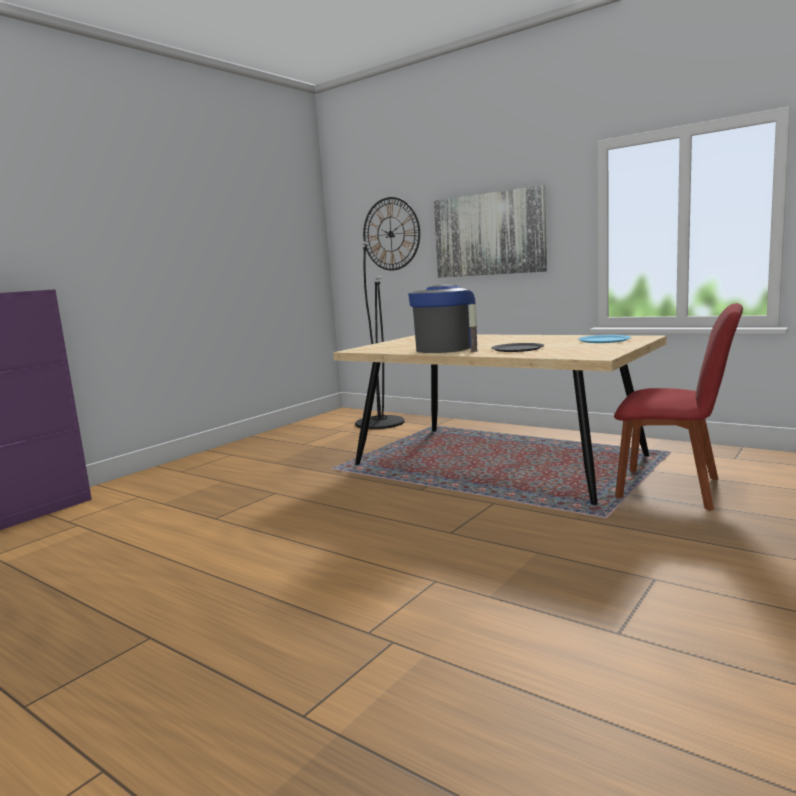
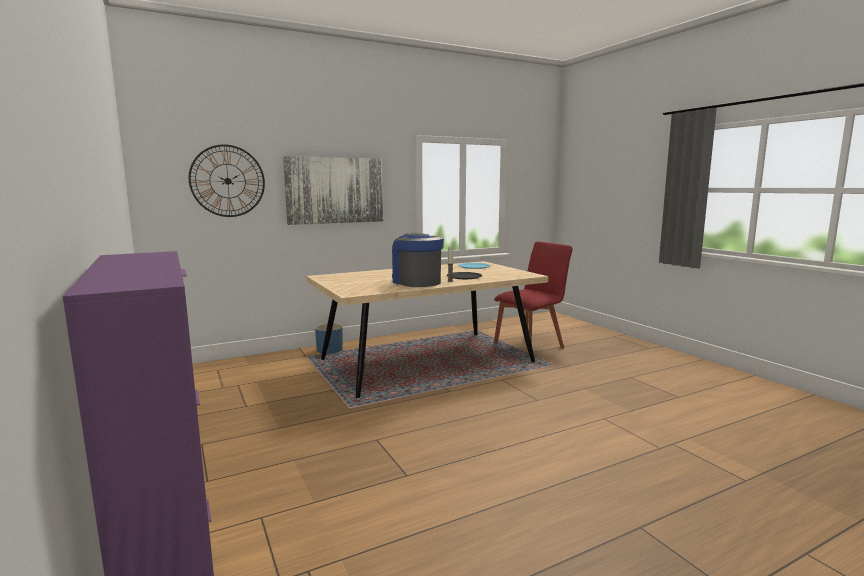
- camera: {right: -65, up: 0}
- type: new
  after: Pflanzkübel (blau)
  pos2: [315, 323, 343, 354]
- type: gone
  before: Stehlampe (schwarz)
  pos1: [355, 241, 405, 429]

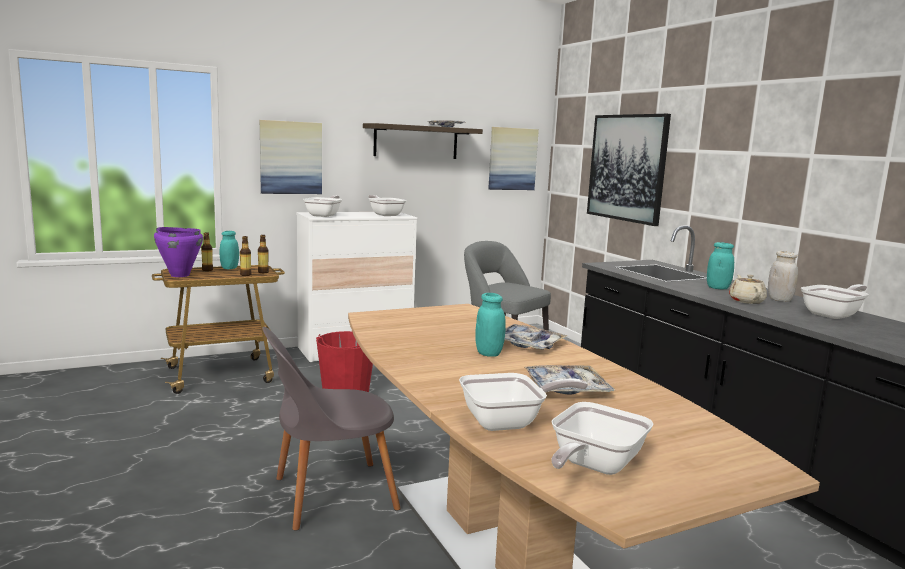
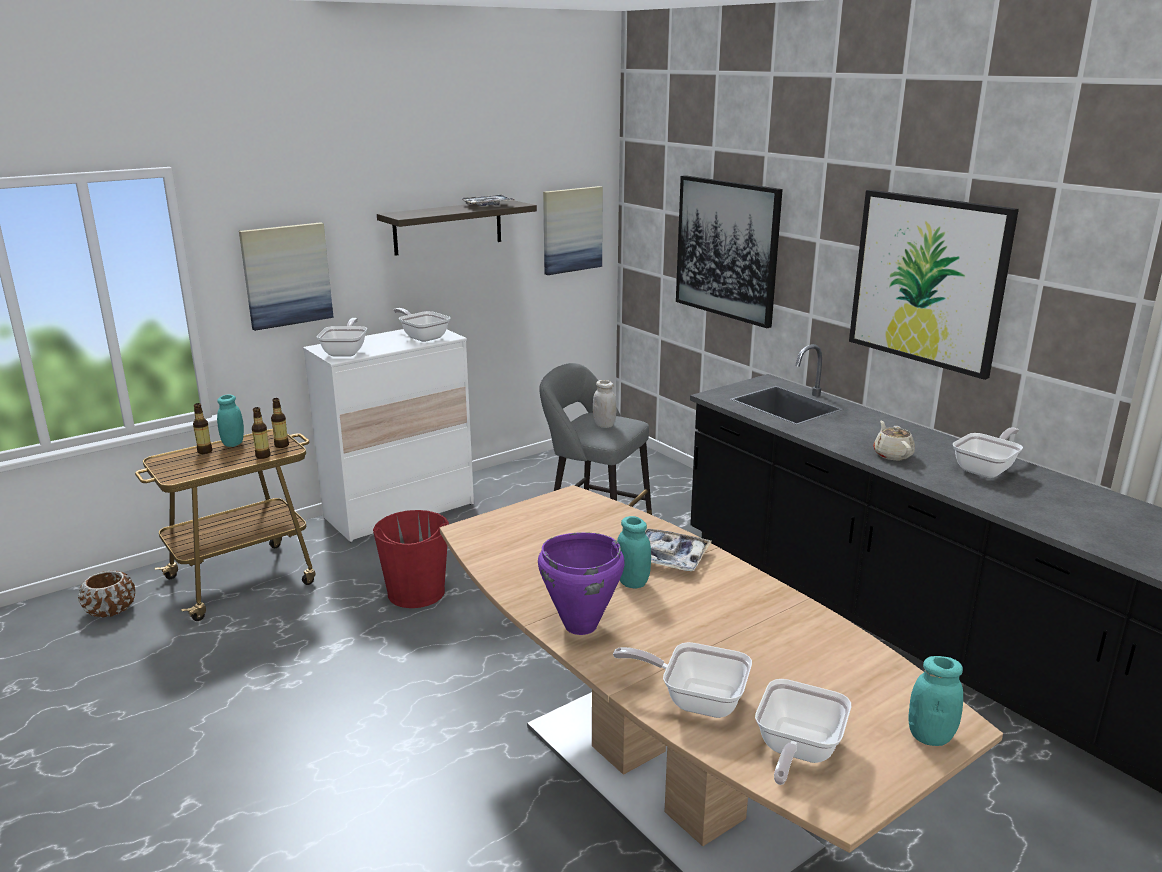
- camera: {right: -10, up: 10}
- type: new
  after: Pflanzkübel (braun)
  pos2: [78, 571, 135, 618]
- type: shifted
  before: Kochtopf (lila)
  pos1: [154, 227, 203, 277]
  pos2: [538, 532, 625, 635]
- type: shifted
  before: Vorratsglas (weiß)
  pos1: [768, 251, 798, 302]
  pos2: [593, 380, 617, 428]
- type: rotated
  before: Pfanne
  pos1: [459, 373, 588, 431]
  pos2: [613, 642, 752, 718]
  turn: -135
- type: new
  after: Bild
  pos2: [849, 190, 1019, 380]
- type: shifted
  before: Vorratsglas (türkis)
  pos1: [707, 242, 734, 289]
  pos2: [908, 656, 963, 746]
- type: gone
  before: Stuhl (grau)
  pos1: [262, 327, 401, 531]
- type: gone
  before: Tablett
  pos1: [524, 365, 615, 394]

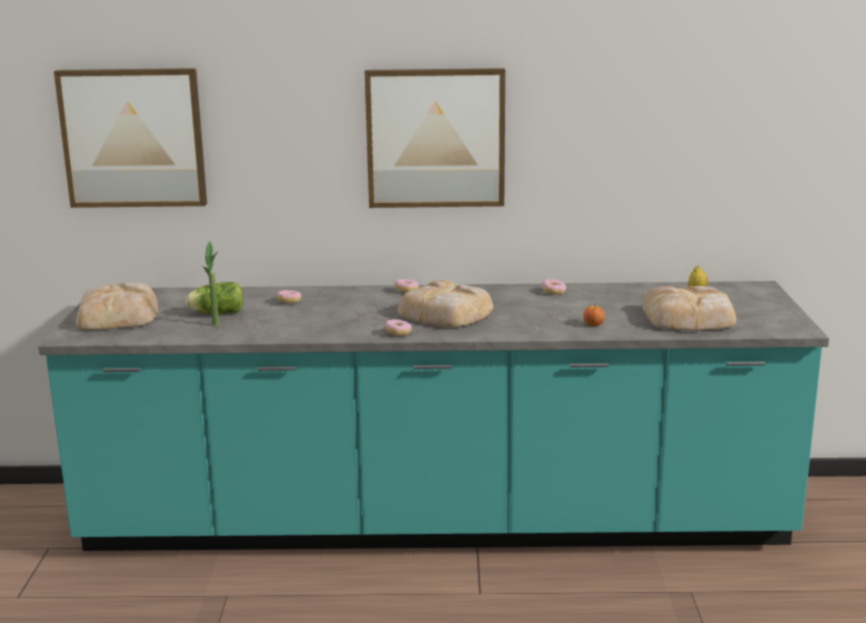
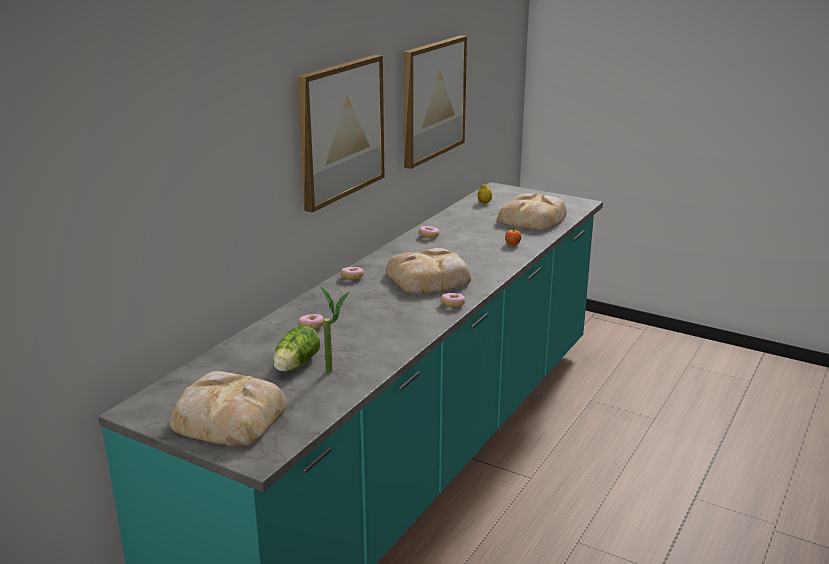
- camera: {right: -60, up: 5}
- type: shifted
  before: Bild
  pos1: [54, 68, 207, 208]
  pos2: [403, 35, 467, 169]

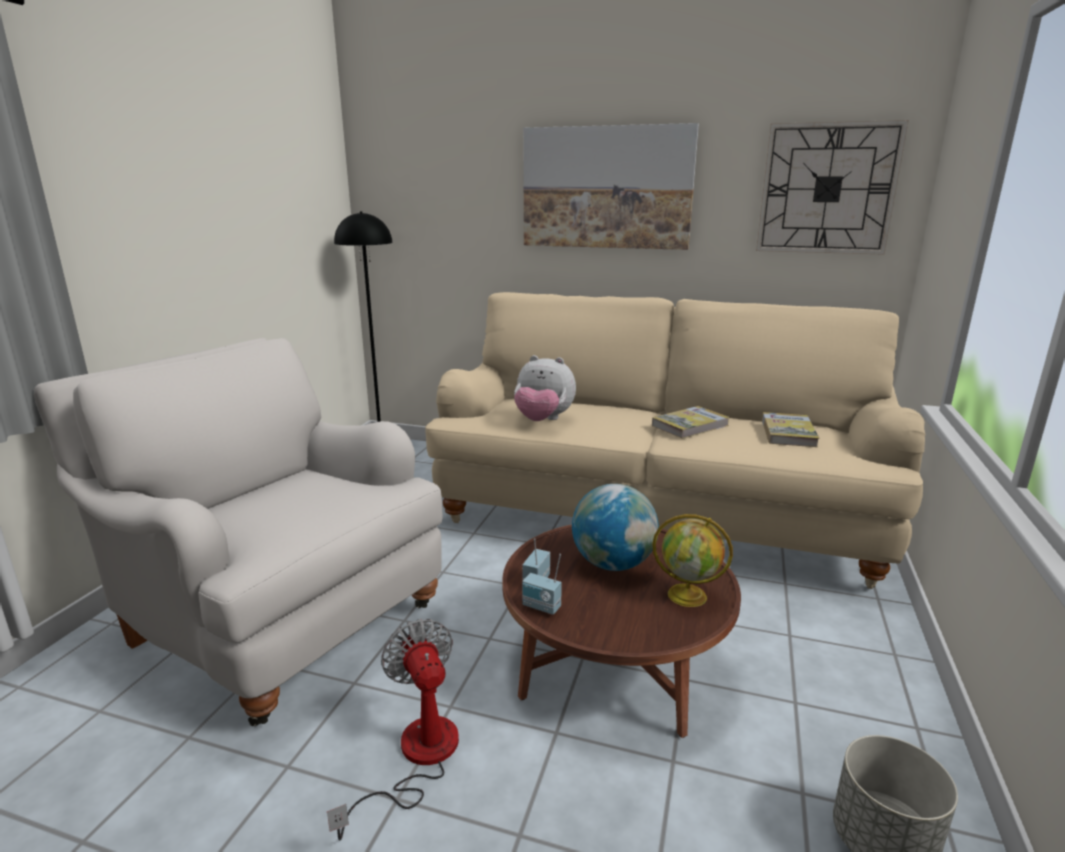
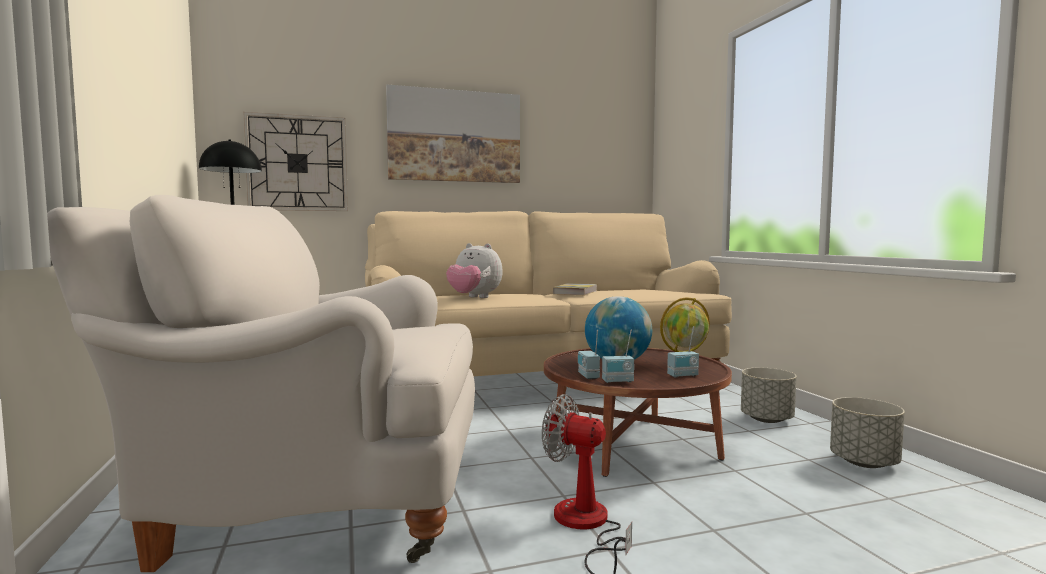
- camera: {right: -35, up: -15}
- type: shifted
  before: Wanduhr
  pos1: [756, 120, 909, 255]
  pos2: [244, 112, 348, 211]
- type: rotated
  before: Plüschtier
  pos1: [514, 355, 576, 421]
  pos2: [446, 243, 502, 298]
  turn: 45
- type: new
  after: Radio
  pos2: [667, 326, 699, 377]
- type: new
  after: Pflanzkübel (grau)
  pos2: [741, 368, 796, 423]
- type: gone
  before: Buch
  pos1: [762, 412, 819, 447]

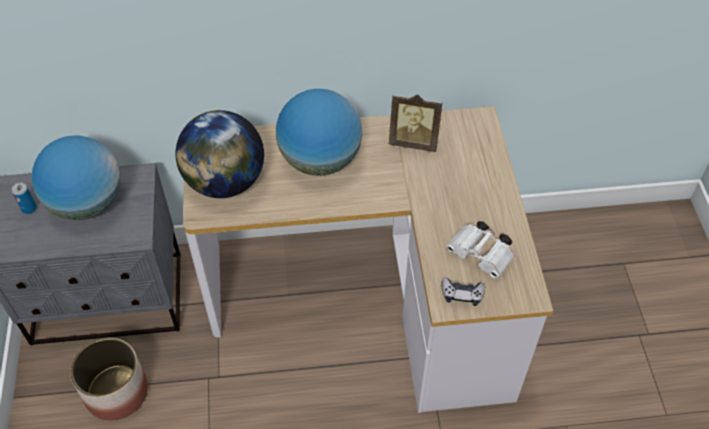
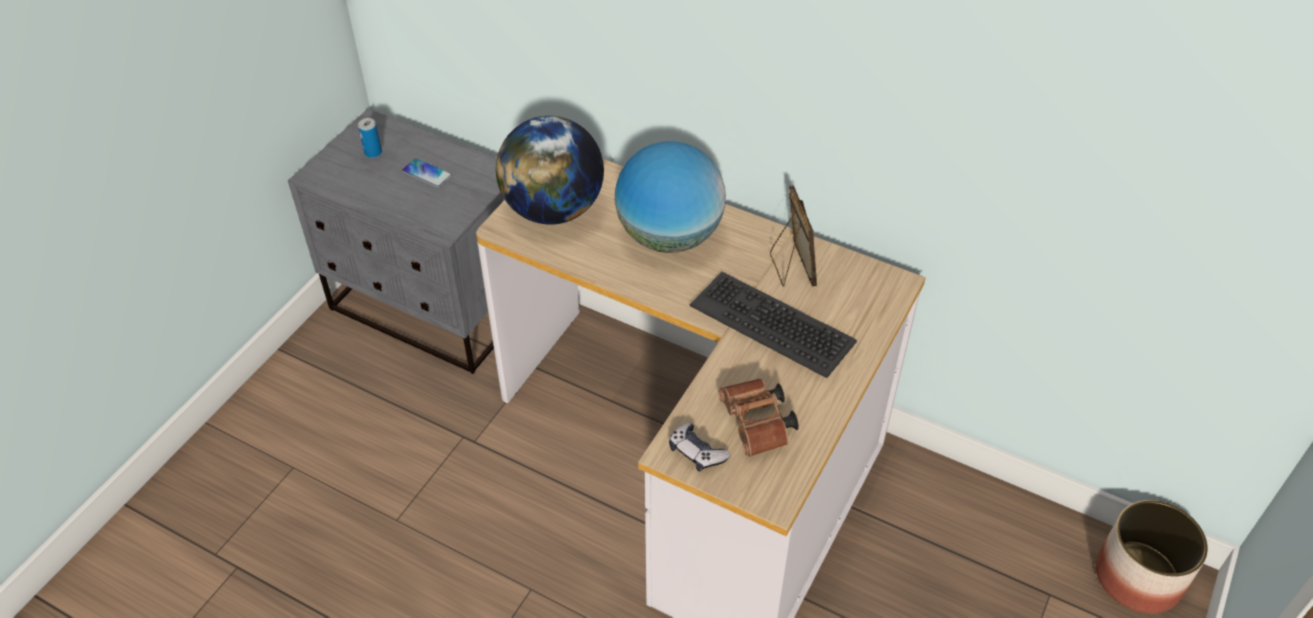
- camera: {right: 35, up: -5}
- type: swapped
  before: Globus
  after: Handy
  pos1: [32, 135, 120, 220]
  pos2: [402, 158, 452, 188]
- type: new
  after: Tastatur
  pos2: [690, 272, 857, 378]
- type: repainted
  before: Fernglas (weiß)
  after: Fernglas (braun)
  pos1: [446, 221, 515, 279]
  pos2: [718, 379, 799, 457]
- type: rotated
  before: Bilderrahmen
  pos1: [389, 94, 443, 152]
  pos2: [770, 185, 817, 287]
  turn: -150
- type: shifted
  before: Pflanzkübel
  pos1: [70, 338, 148, 421]
  pos2: [1096, 500, 1208, 614]

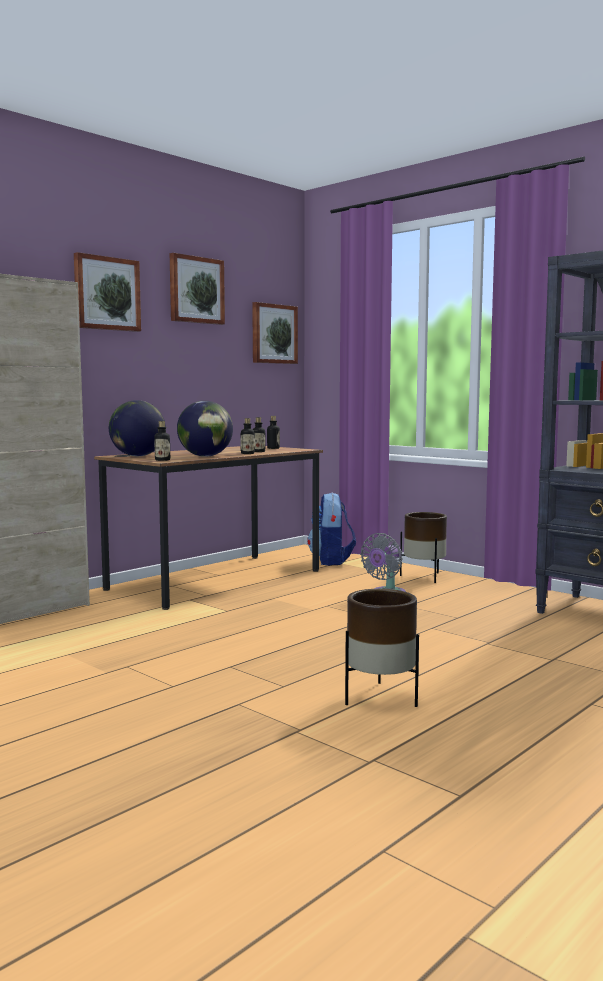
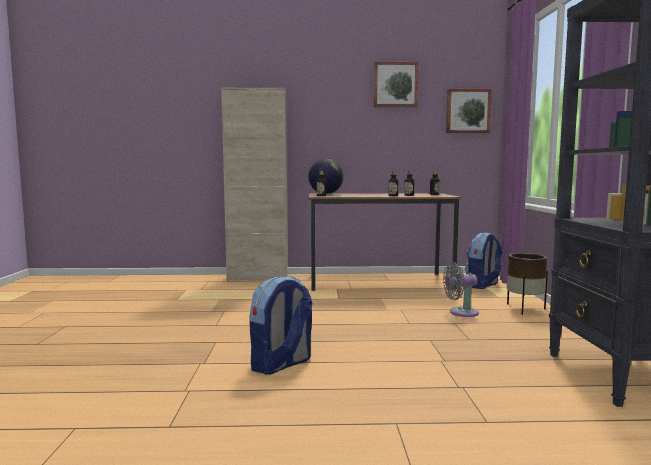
- camera: {right: 45, up: 0}
- type: swapped
  before: Pflanzkübel (braun)
  after: Rucksack
  pos1: [345, 589, 419, 707]
  pos2: [249, 276, 312, 375]
- type: gone
  before: Bild
  pos1: [74, 252, 141, 332]
- type: gone
  before: Globus
  pos1: [177, 401, 233, 457]

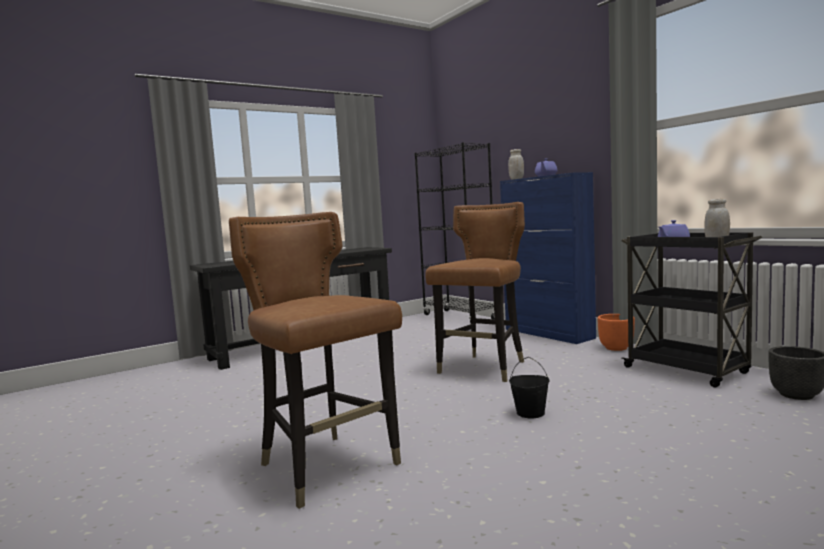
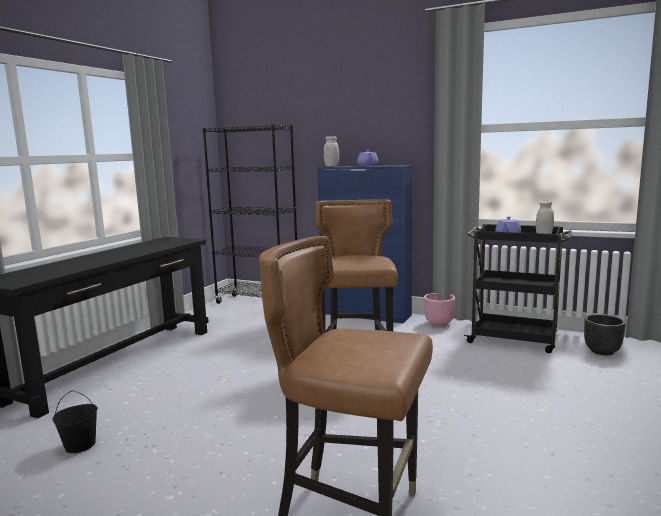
- camera: {right: -30, up: 5}
- type: shifted
  before: Eimer (schwarz)
  pos1: [509, 357, 549, 419]
  pos2: [52, 391, 98, 453]
- type: repainted
  before: Pflanzkübel (orange)
  after: Pflanzkübel (rosa)
  pos1: [597, 314, 635, 351]
  pos2: [424, 293, 455, 327]

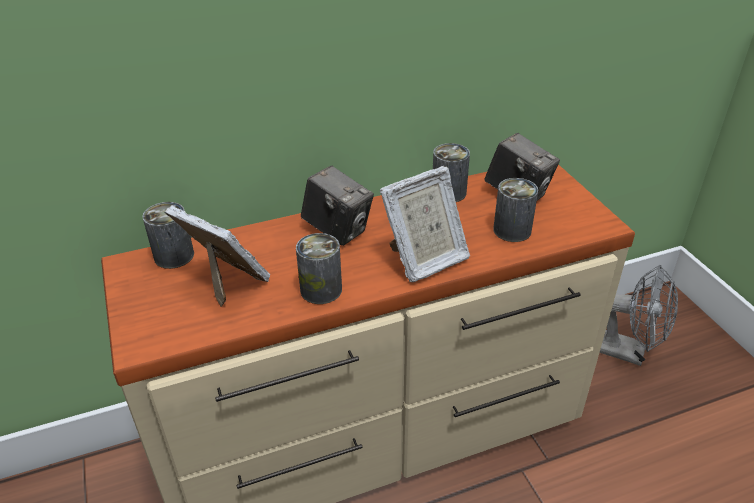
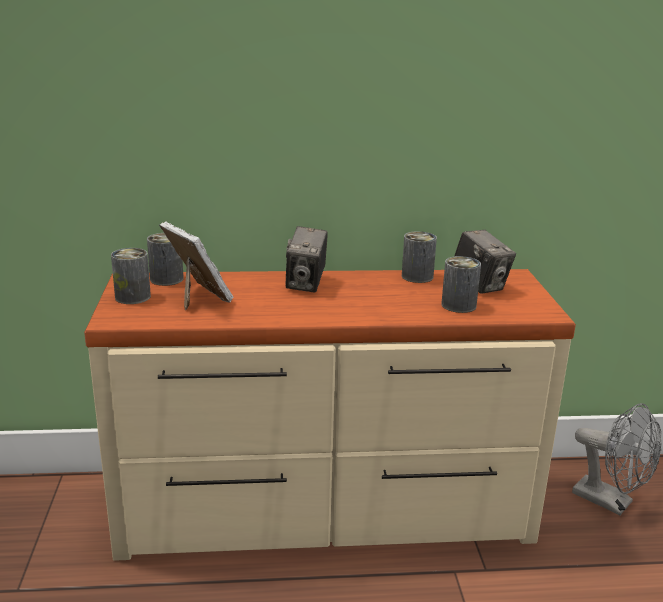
- camera: {right: 15, up: -15}
- type: shifted
  before: Dose
  pos1: [296, 233, 342, 304]
  pos2: [111, 248, 151, 304]
- type: rotated
  before: Kamera
  pos1: [301, 165, 374, 246]
  pos2: [286, 226, 328, 293]
  turn: 45
- type: gone
  before: Bilderrahmen
  pos1: [380, 166, 470, 282]

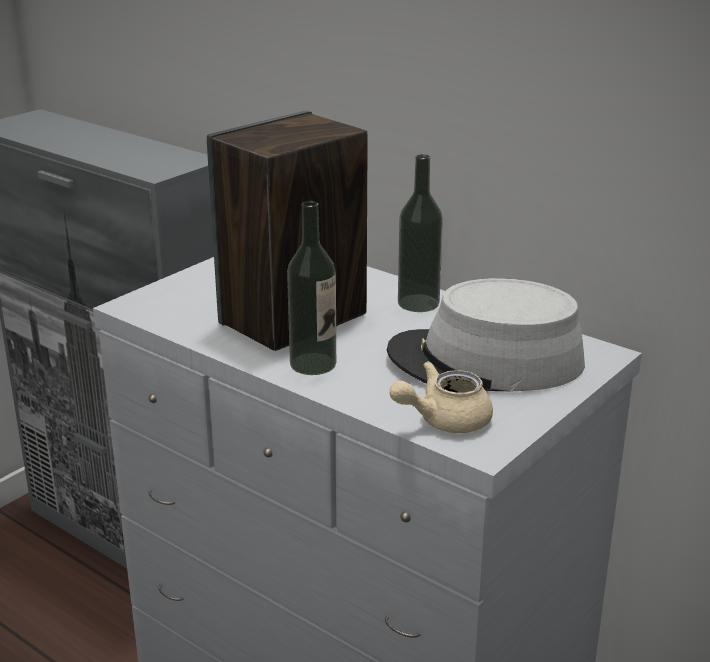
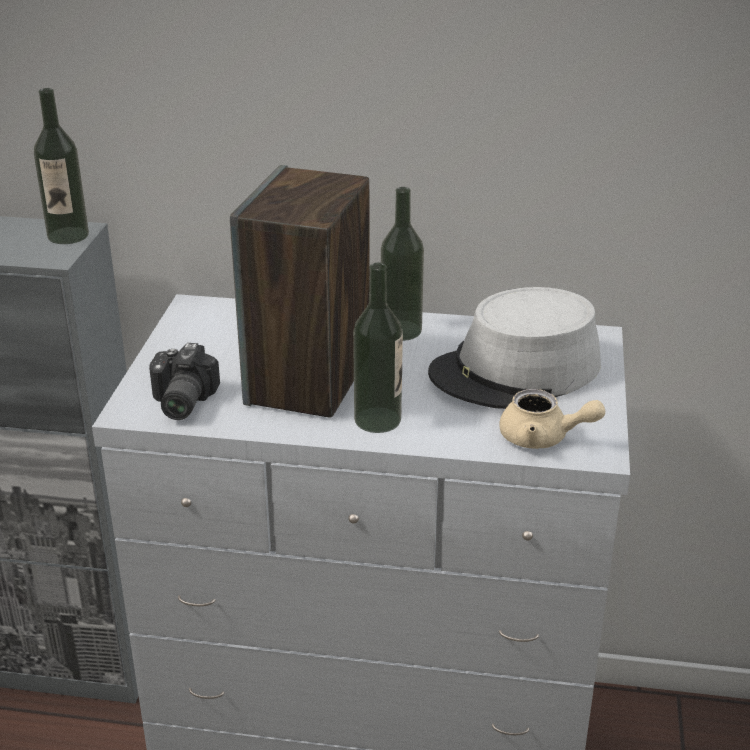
- camera: {right: -30, up: 5}
- type: new
  after: Flasche
  pos2: [34, 88, 89, 244]
- type: new
  after: Kamera
  pos2: [149, 343, 220, 420]
- type: rotated
  before: Teekanne (beige)
  pos1: [389, 361, 493, 433]
  pos2: [499, 389, 605, 449]
  turn: -105

